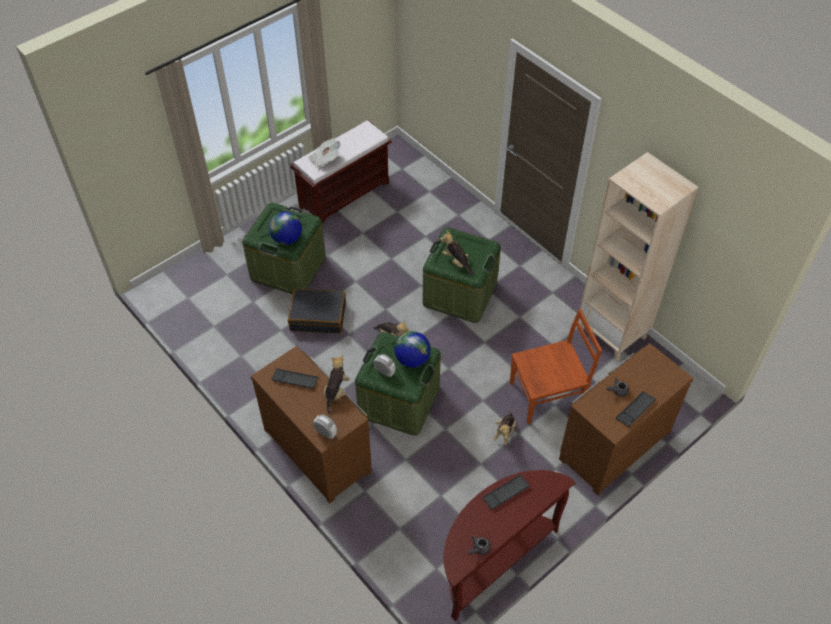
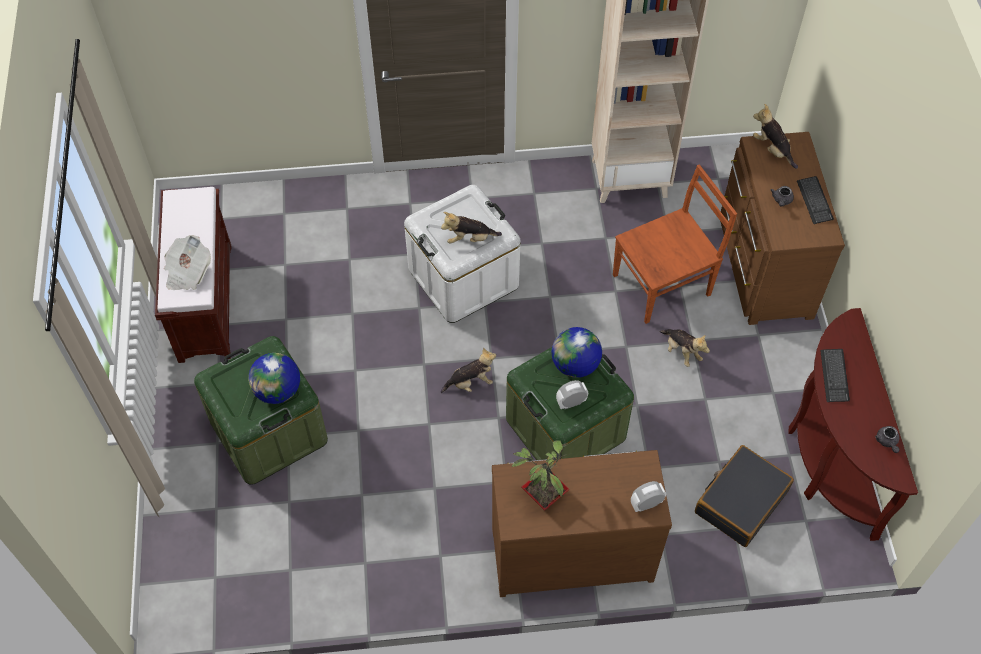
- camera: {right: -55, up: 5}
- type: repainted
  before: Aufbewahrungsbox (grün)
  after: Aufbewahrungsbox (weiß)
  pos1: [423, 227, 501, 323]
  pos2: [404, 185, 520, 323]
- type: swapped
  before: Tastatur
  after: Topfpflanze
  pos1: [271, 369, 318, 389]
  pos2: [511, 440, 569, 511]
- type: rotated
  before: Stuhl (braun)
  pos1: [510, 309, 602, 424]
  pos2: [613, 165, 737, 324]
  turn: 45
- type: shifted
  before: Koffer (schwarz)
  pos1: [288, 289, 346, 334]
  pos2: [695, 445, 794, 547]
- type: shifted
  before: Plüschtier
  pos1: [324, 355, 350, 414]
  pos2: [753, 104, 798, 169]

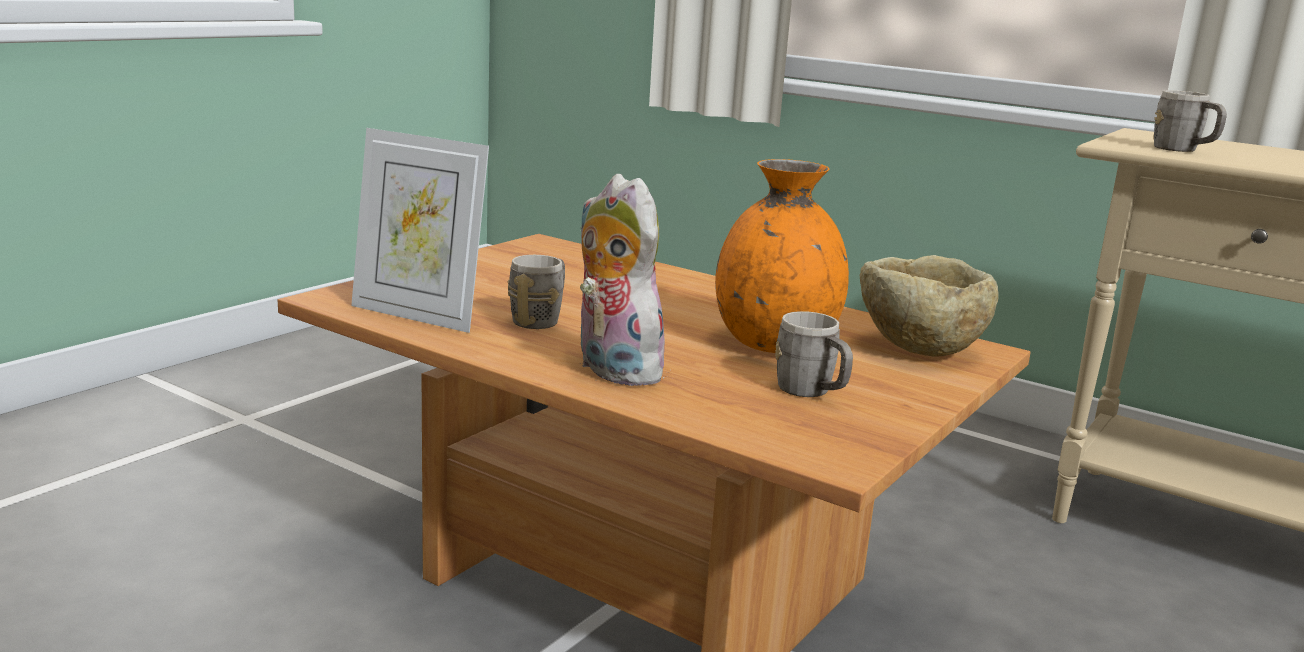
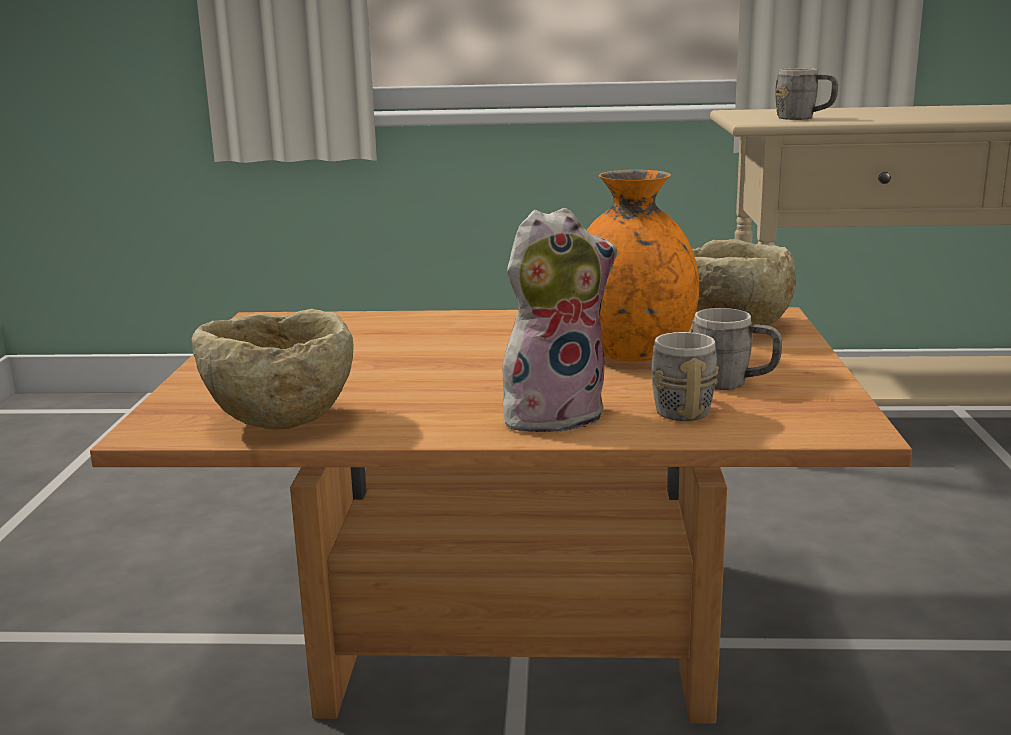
- camera: {right: -30, up: 0}
- type: swapped
  before: Bilderrahmen
  after: Schüssel (beige)
  pos1: [351, 128, 489, 333]
  pos2: [191, 309, 354, 430]
- type: rotated
  before: Plüschtier
  pos1: [580, 174, 673, 386]
  pos2: [503, 208, 618, 432]
  turn: 135
- type: shifted
  before: Henkelbecher (grau)
  pos1: [508, 255, 565, 329]
  pos2: [651, 332, 719, 421]

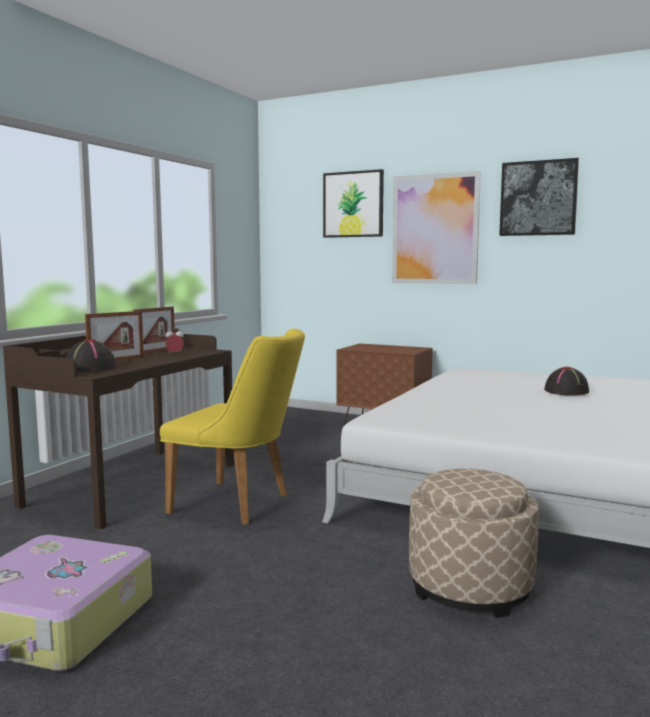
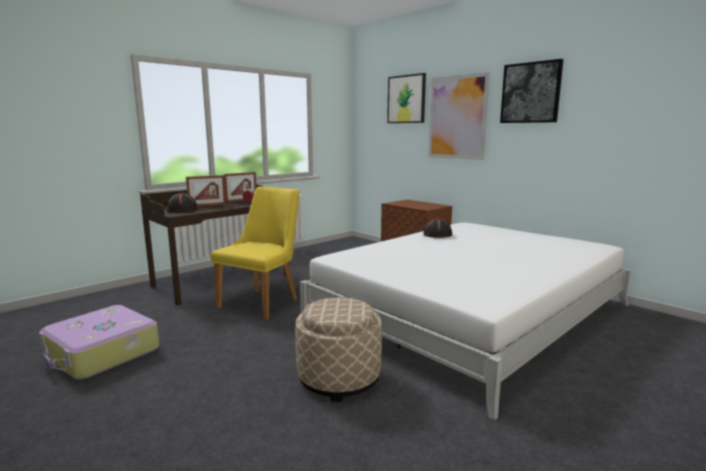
- camera: {right: 20, up: 5}
- type: rotated
  before: Stuhl (gelb)
  pos1: [160, 329, 305, 525]
  pos2: [210, 187, 299, 320]
  turn: -105
- type: shifted
  before: Hut (schwarz)
  pos1: [544, 366, 589, 396]
  pos2: [423, 218, 453, 238]

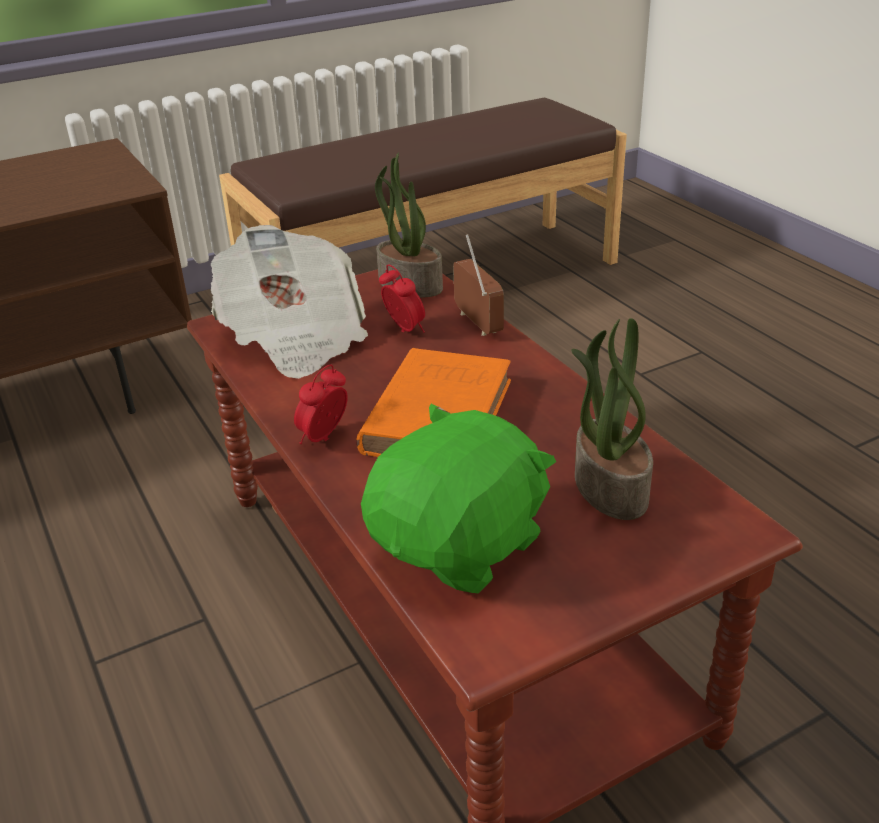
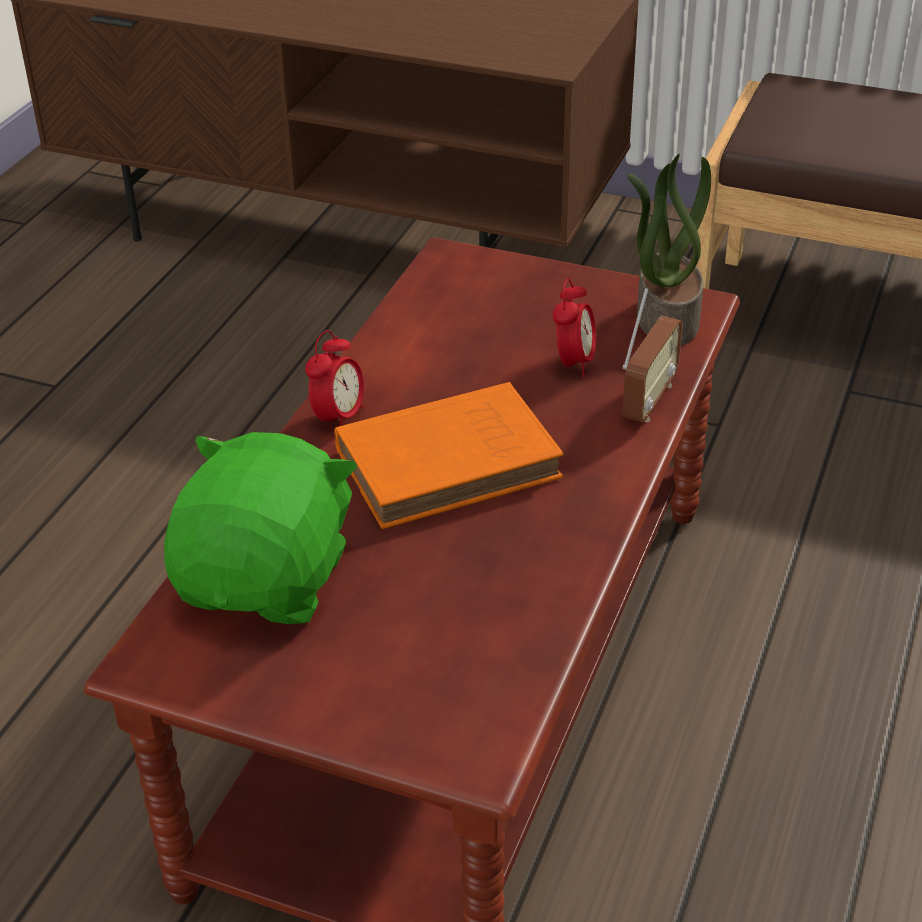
- camera: {right: 50, up: 5}
- type: rotated
  before: Plüschtier (grün)
  pos1: [361, 403, 556, 593]
  pos2: [164, 432, 358, 624]
  turn: -75
- type: rotated
  before: Wecker
  pos1: [294, 364, 348, 444]
  pos2: [305, 330, 364, 426]
  turn: 120
- type: gone
  before: Zeitung
  pos1: [211, 225, 368, 379]
- type: gone
  before: Topfpflanze
  pos1: [571, 318, 653, 520]

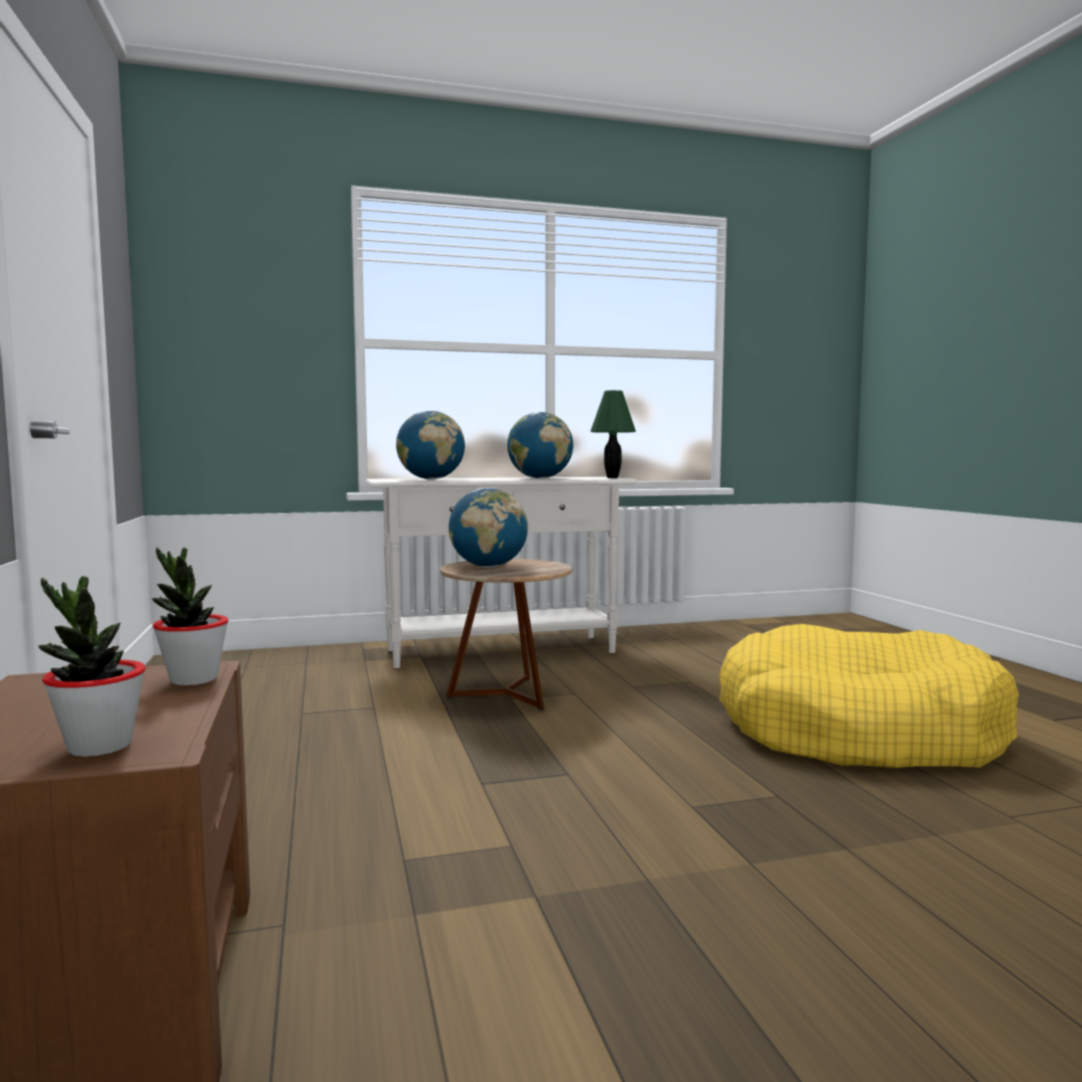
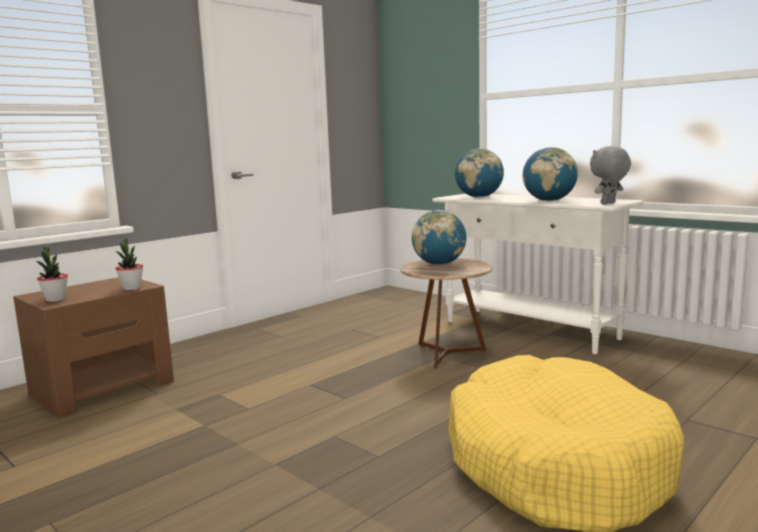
- camera: {right: 60, up: 5}
- type: swapped
  before: Tischlampe (grün)
  after: Plüschtier (grau)
  pos1: [590, 390, 636, 478]
  pos2: [590, 146, 631, 204]

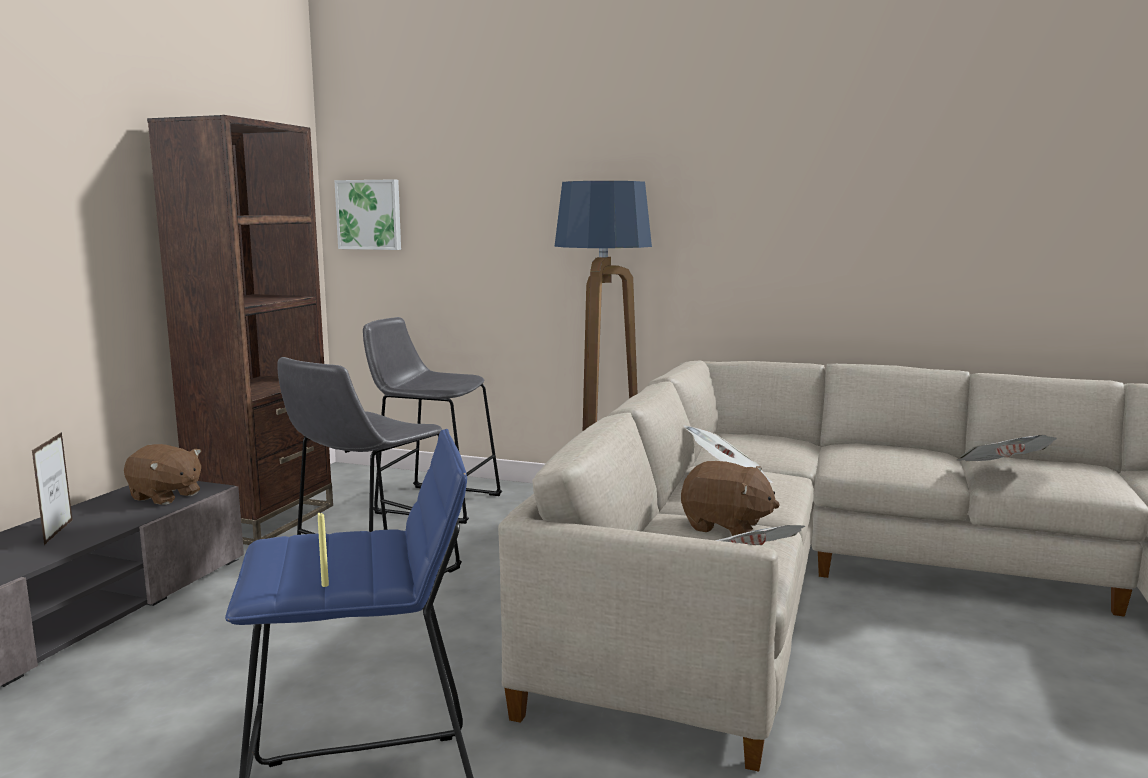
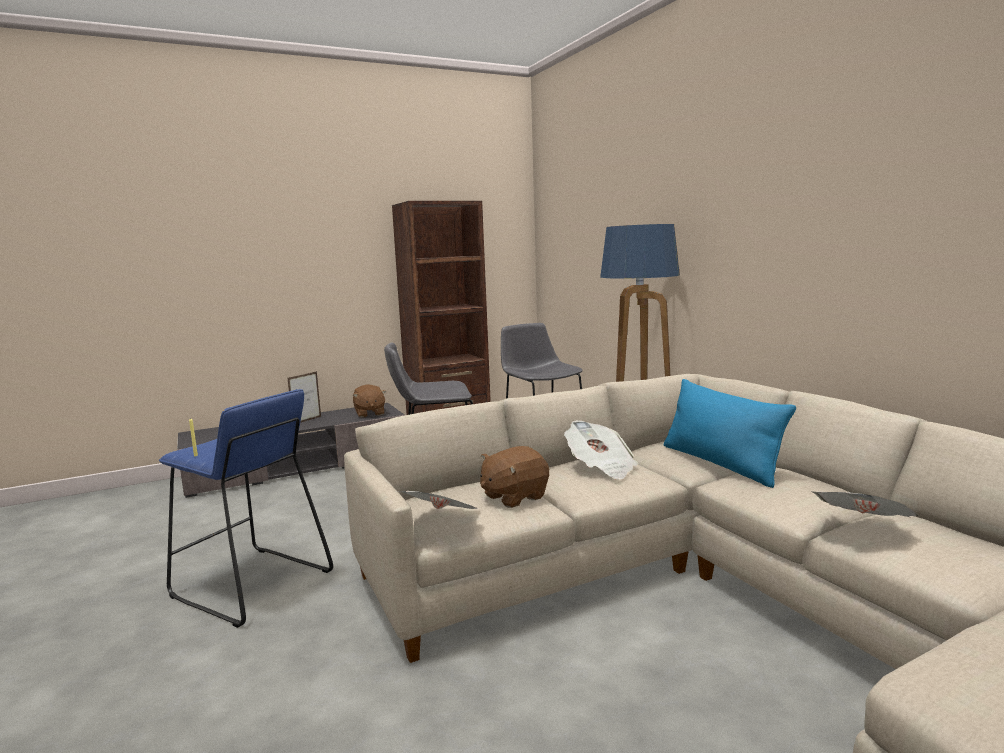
- camera: {right: 45, up: 0}
- type: rotated
  before: Plüschtier (braun)
  pos1: [681, 461, 780, 536]
  pos2: [480, 446, 549, 508]
  turn: 75
- type: new
  after: Kissen (blau)
  pos2: [664, 379, 796, 488]
- type: gone
  before: Bild
  pos1: [334, 179, 401, 250]

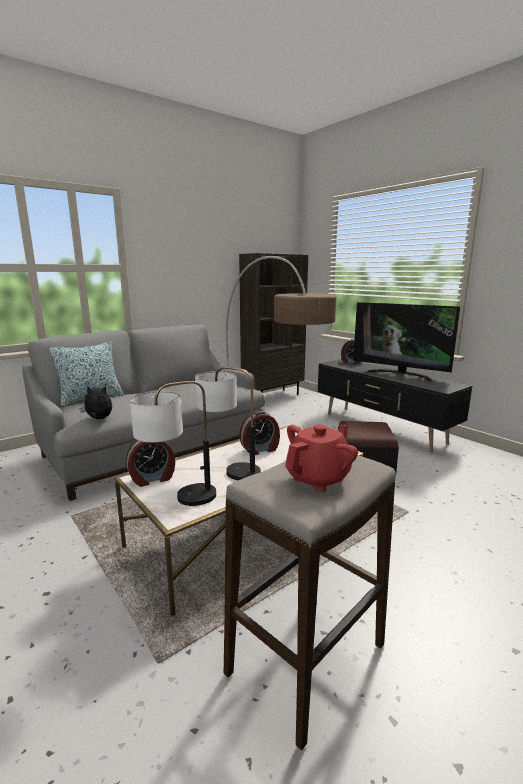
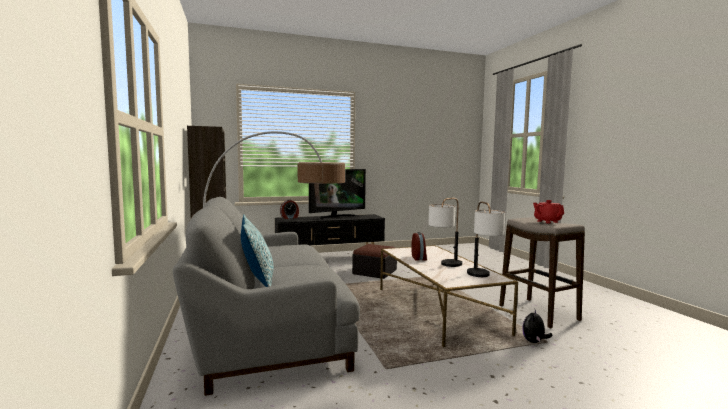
- camera: {right: -70, up: -10}
- type: shifted
  before: Plüschtier
  pos1: [79, 385, 112, 419]
  pos2: [522, 310, 553, 343]
- type: gone
  before: Wecker
  pos1: [126, 440, 175, 487]

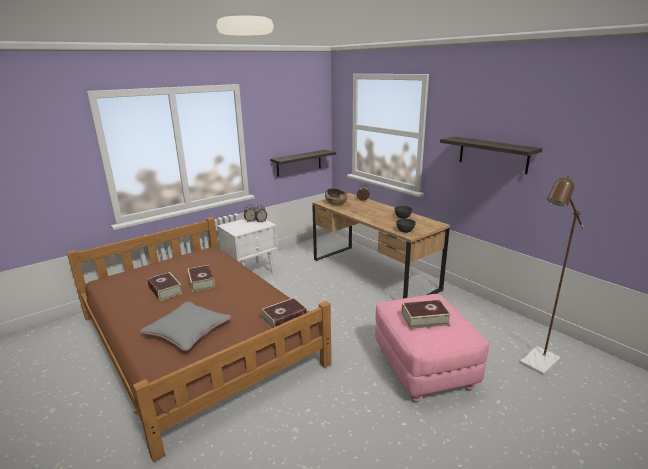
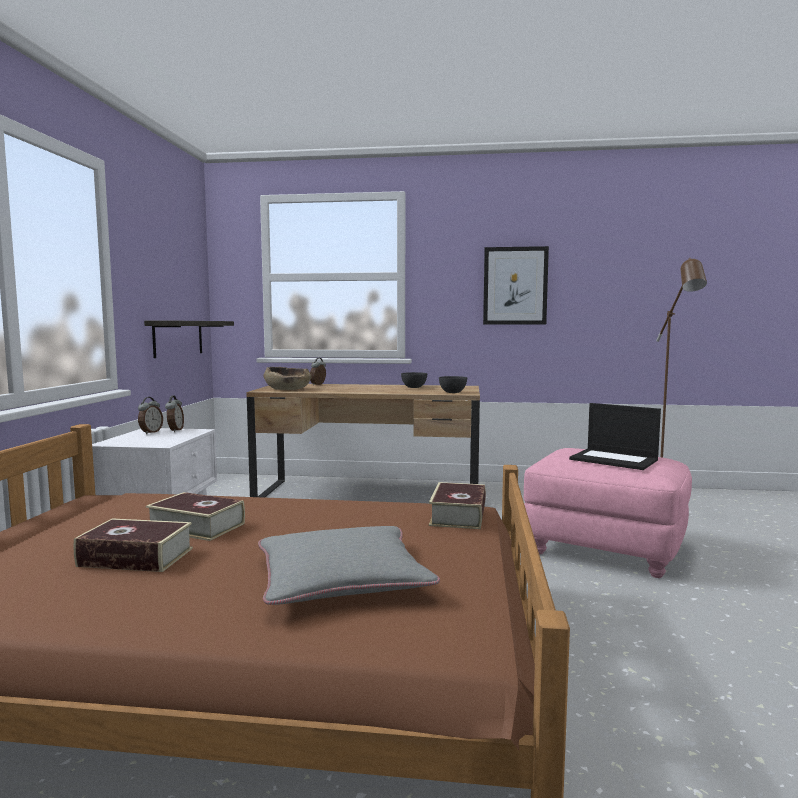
- camera: {right: -45, up: -15}
- type: swapped
  before: Wandregal
  after: Bild
  pos1: [440, 137, 542, 174]
  pos2: [483, 246, 549, 325]
- type: swapped
  before: Buch
  after: Laptop
  pos1: [402, 300, 451, 329]
  pos2: [569, 403, 661, 470]

